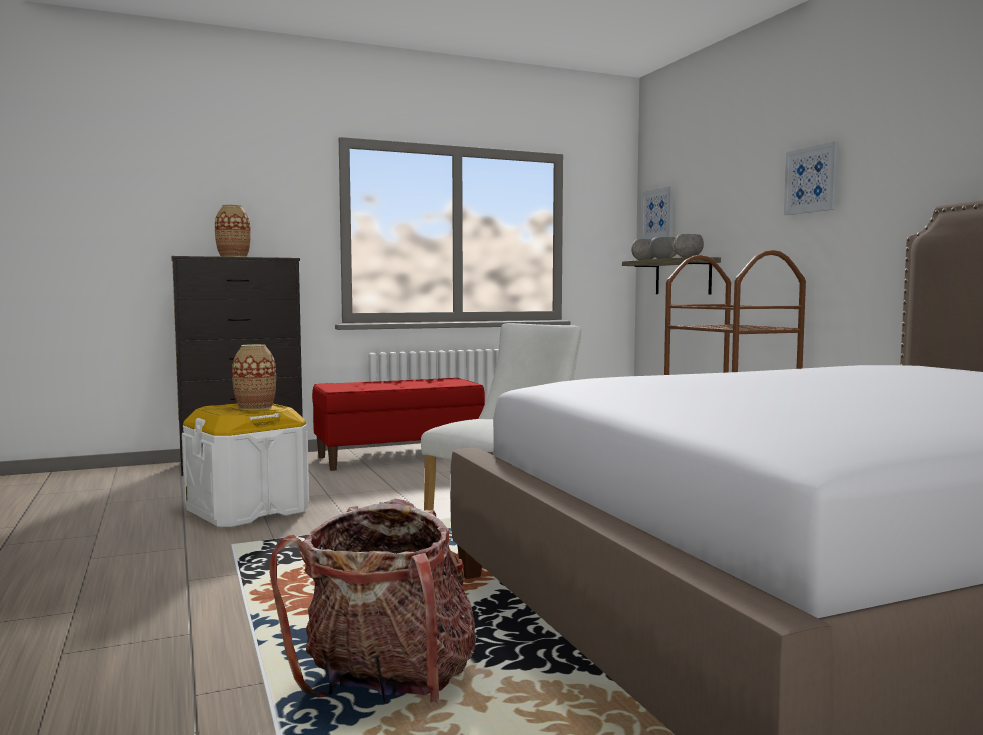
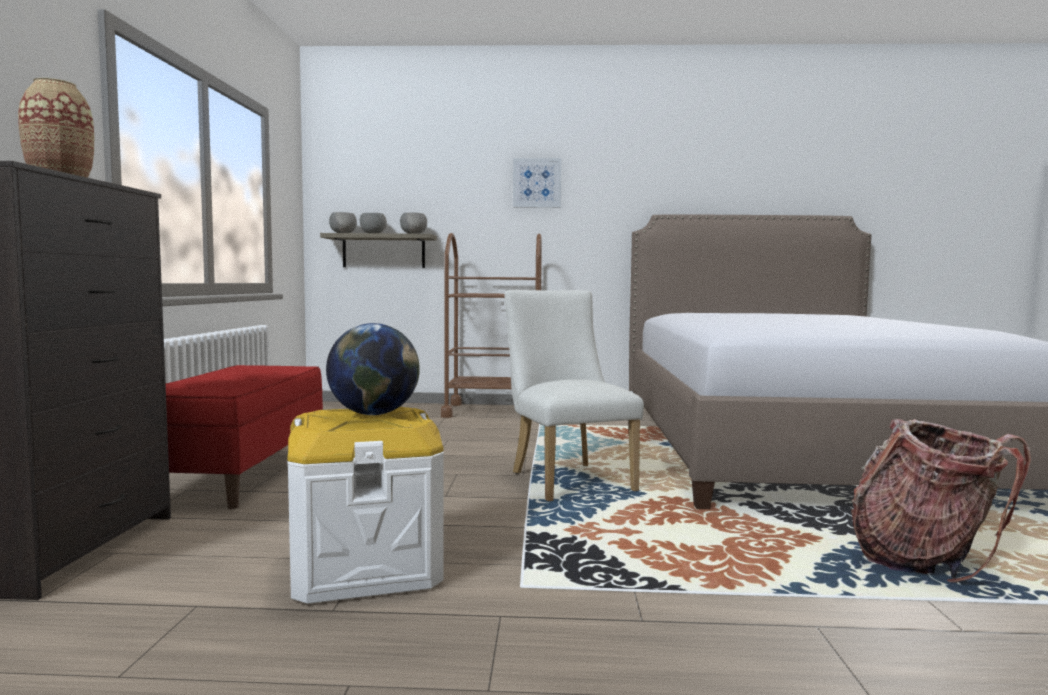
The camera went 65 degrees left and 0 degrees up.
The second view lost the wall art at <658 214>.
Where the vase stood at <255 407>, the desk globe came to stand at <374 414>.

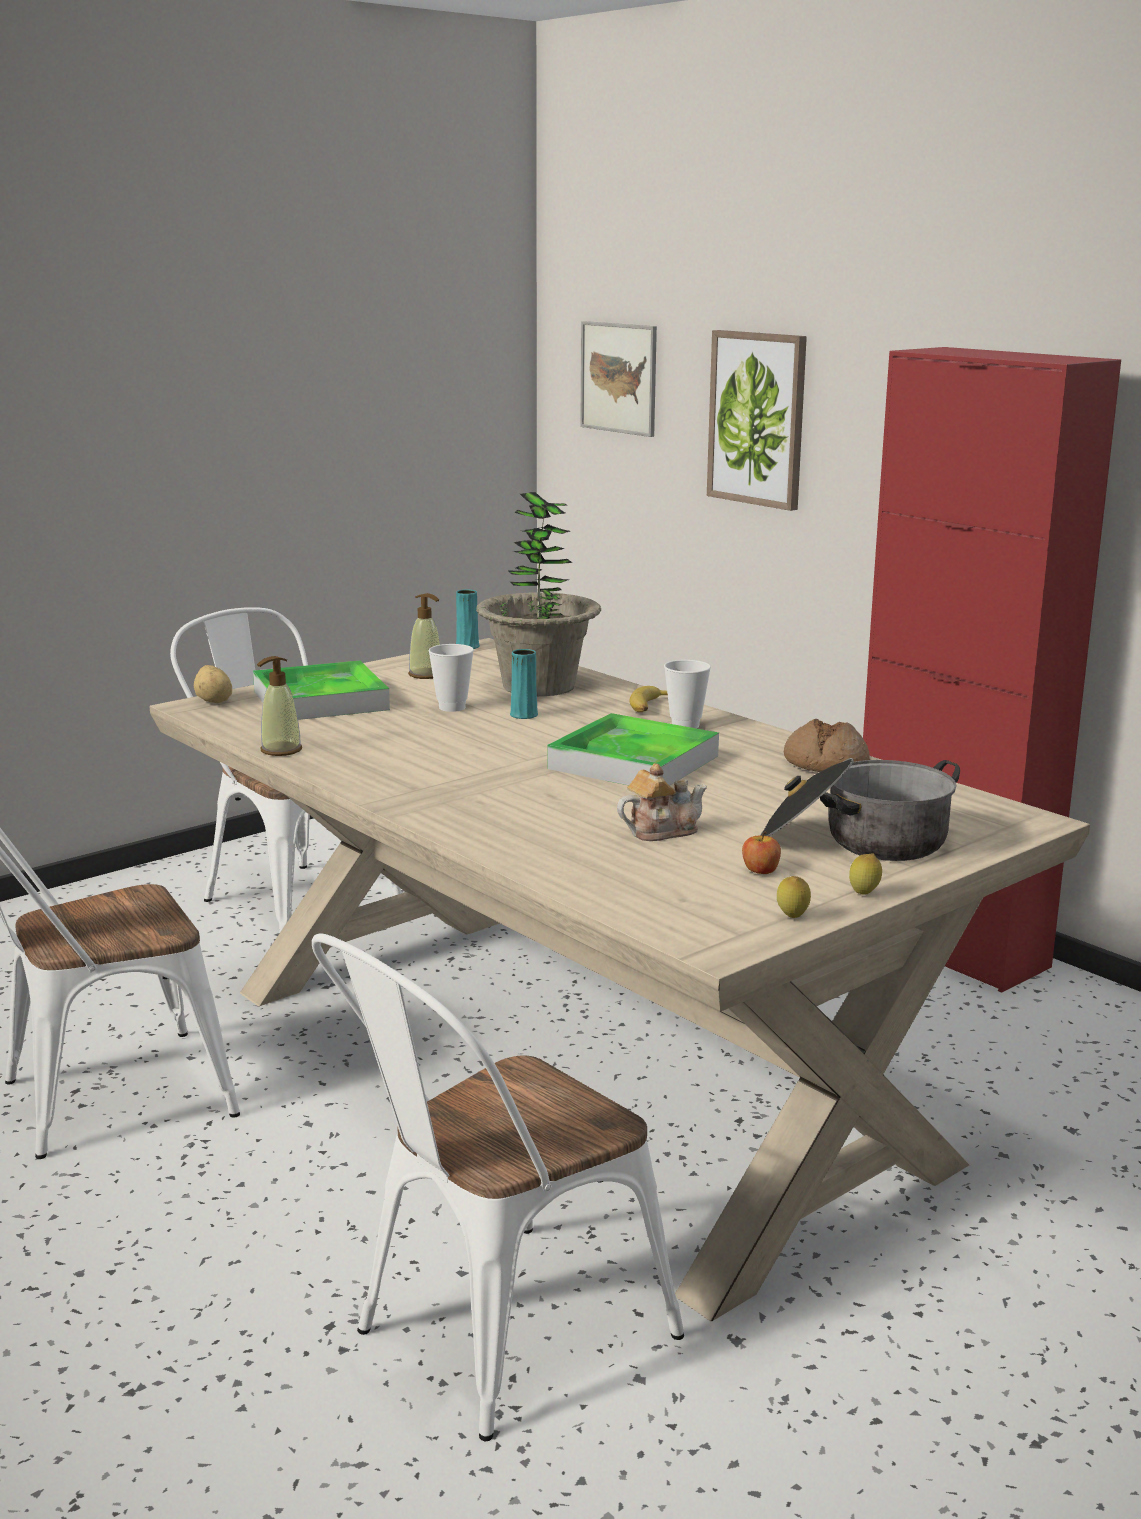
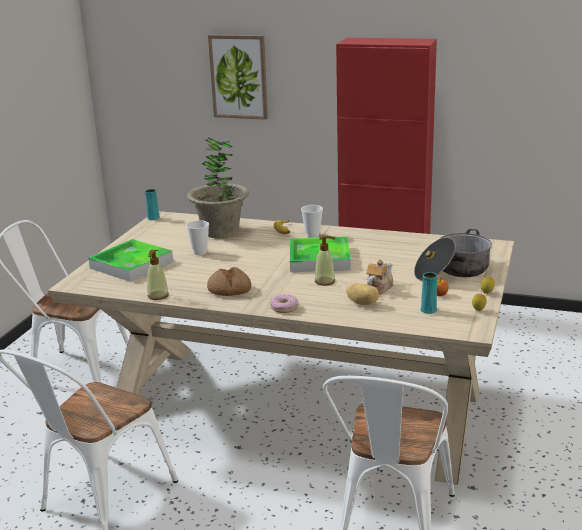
The camera went 30 degrees left and 5 degrees up.
The second view lost the wall art at <619 378>.
The soap dispenser ended up elsewhere, having gone from <426 675> to <325 281>.
The vase (turquoise-coloured) ended up elsewhere, having gone from <524 715> to <428 310>.
The spud ended up elsewhere, having gone from <214 701> to <363 303>.
The bakery bread ended up elsewhere, having gone from <825 764> to <229 290>.
The second view gained the ring doughnut at <284 308>.

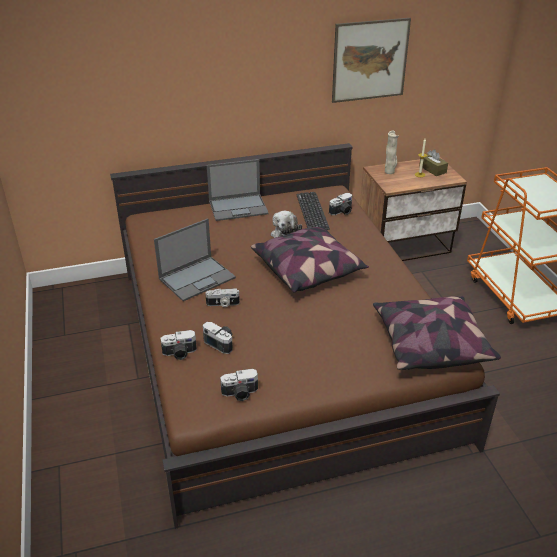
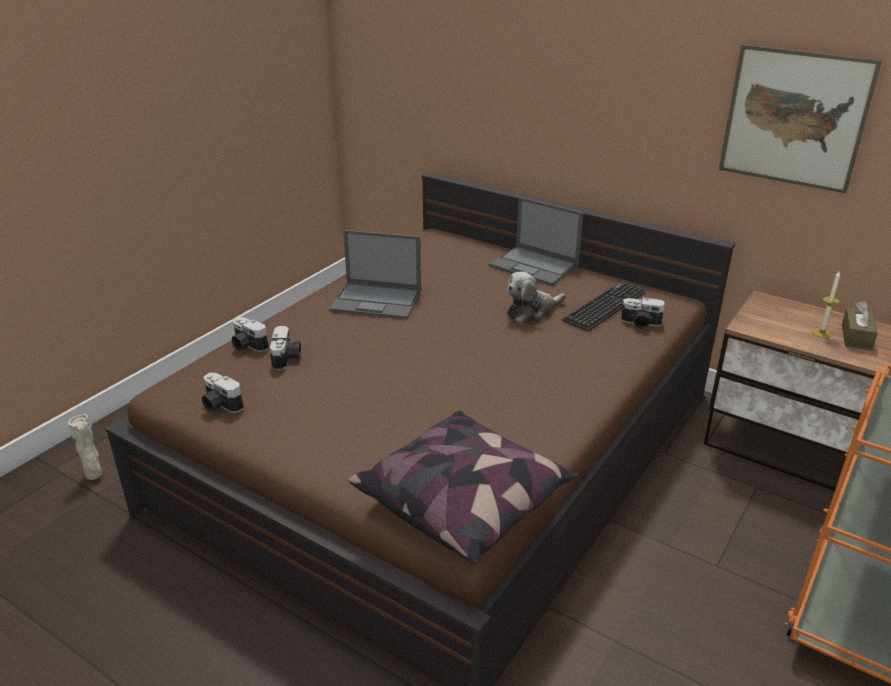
The camera went 50 degrees right and 5 degrees down.
The vase (beige) ended up elsewhere, having gone from <390 172> to <94 475>.
The second view lost the throw pillow at <308 270>.
The second view lost the still camera at <222 304>.

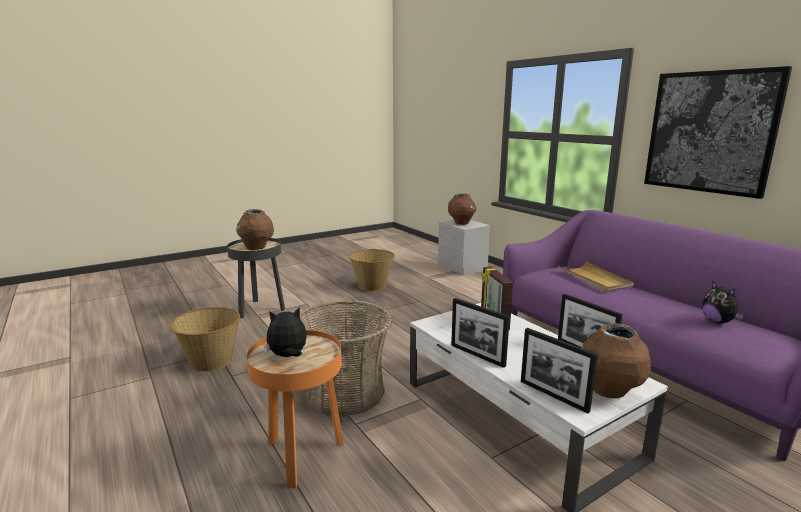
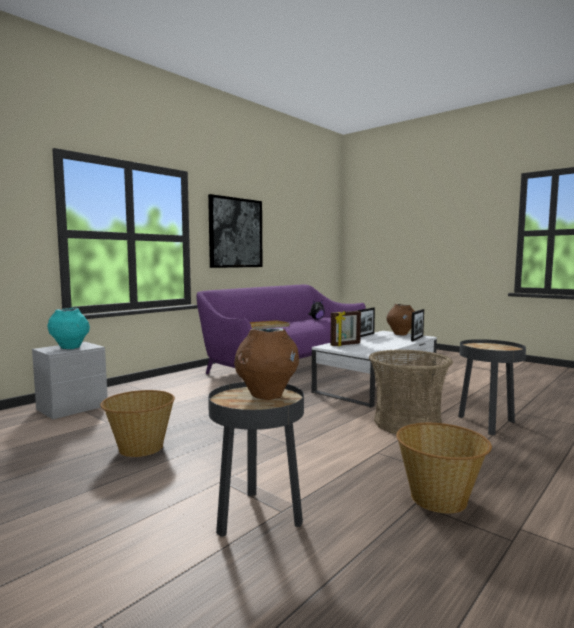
The camera went 105 degrees left and 10 degrees down.
What was the vase (brownish) at <461 223> turned into the vase (turquoise-coloured) at <70 348>.
The second view lost the picture frame at <477 355>.
The second view lost the plush toy at <288 356>.
What was the end table (orange) at <301 456> turned into the end table (black) at <488 424>.

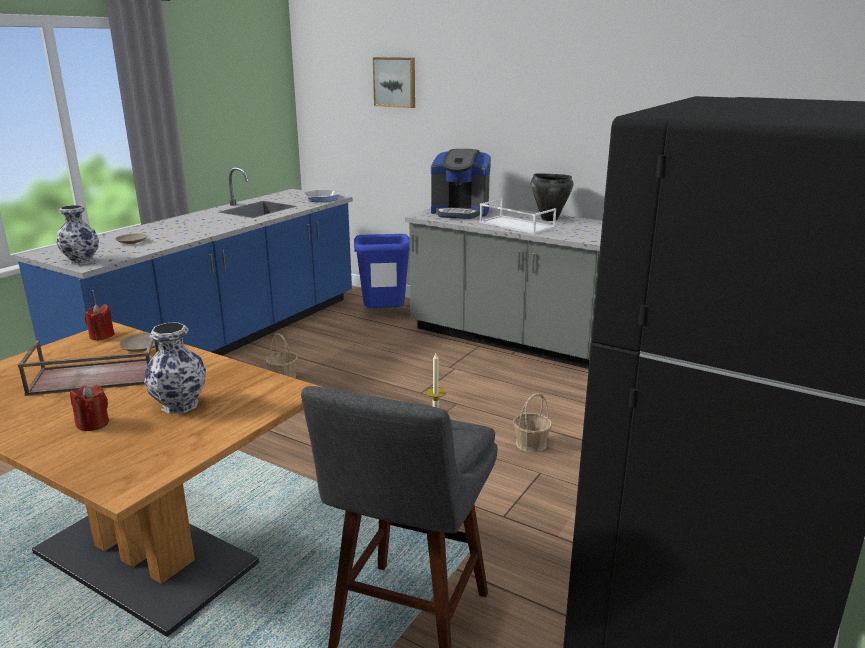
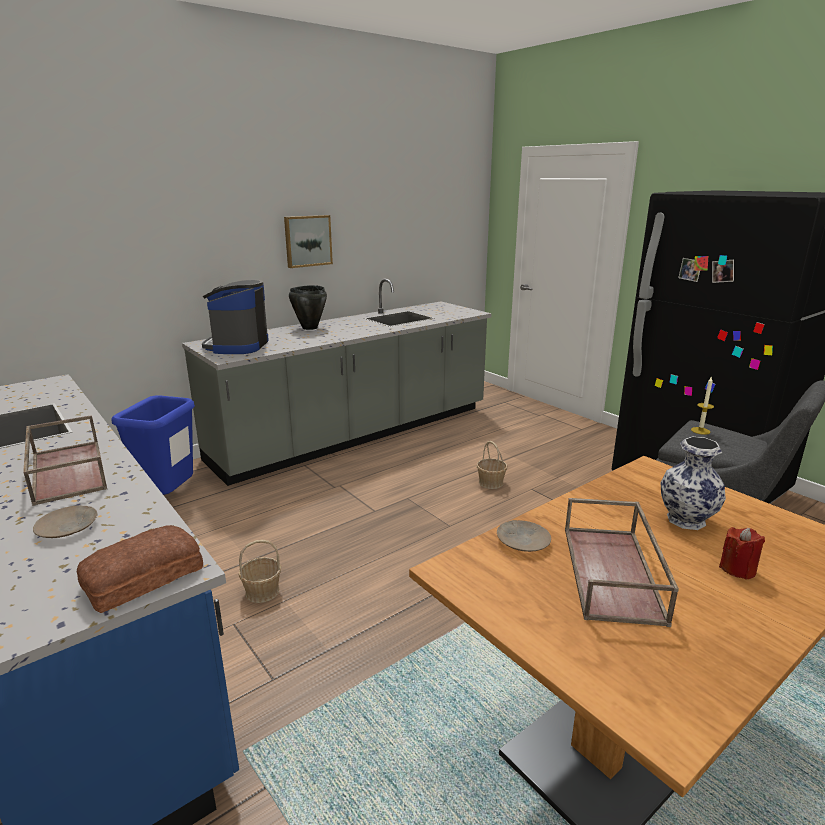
The camera went 70 degrees left and 0 degrees up.
The wall art ended up elsewhere, having gone from <395 82> to <307 241>.
The coffee brewer at <460 212> ended up facing another way, 150 degrees clockwise from before.
The second view lost the skillet at <321 199>.
The second view lost the tray (white-coloured) at <515 225>.
Where the vase stood at <81 261>, the bakery bread came to stand at <141 577>.
The second view lost the wax candle (red-coloured) at <102 336>.
The second view gained the tray (brownish) at <66 471>.

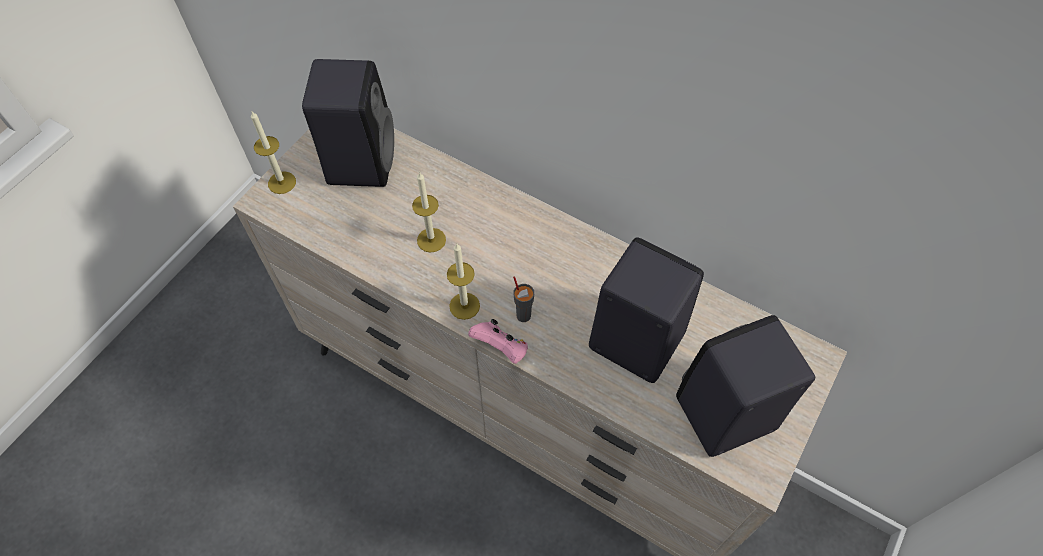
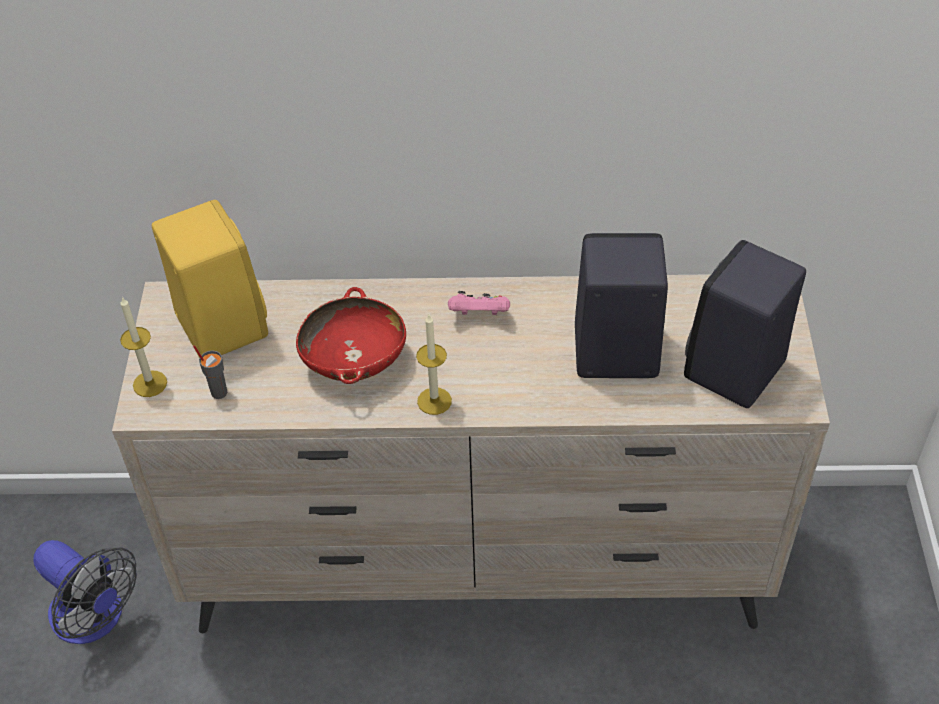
The camera went 30 degrees left and 10 degrees down.
What was the audio speaker (black) at <361 159> turned into the audio speaker (yellow-coloured) at <219 324>.
Where the wax candle stood at <431 240>, the serving bowl (red-coloured) came to stand at <354 361>.
The cup (grey) ended up elsewhere, having gone from <523 315> to <218 392>.
The joypad (pinkish) ended up elsewhere, having gone from <501 348> to <479 315>.
The second view gained the fan at <95 619>.

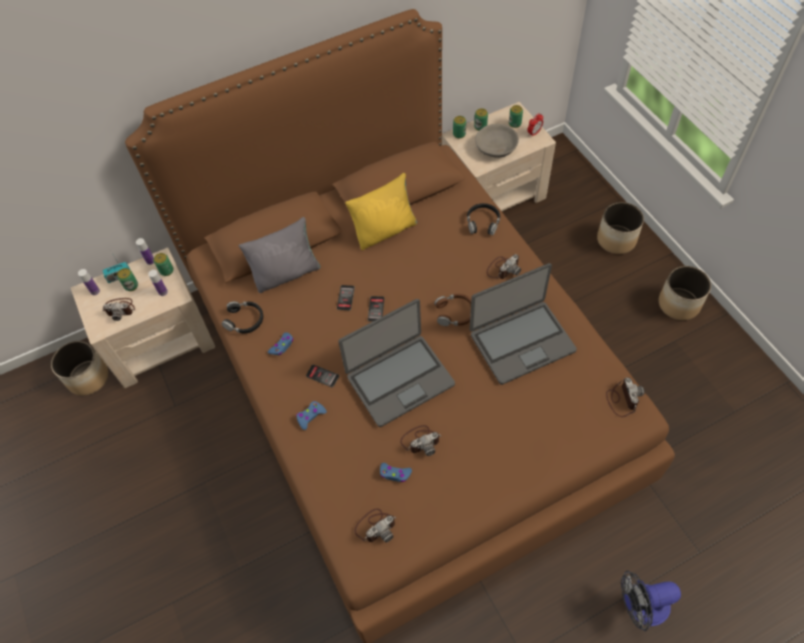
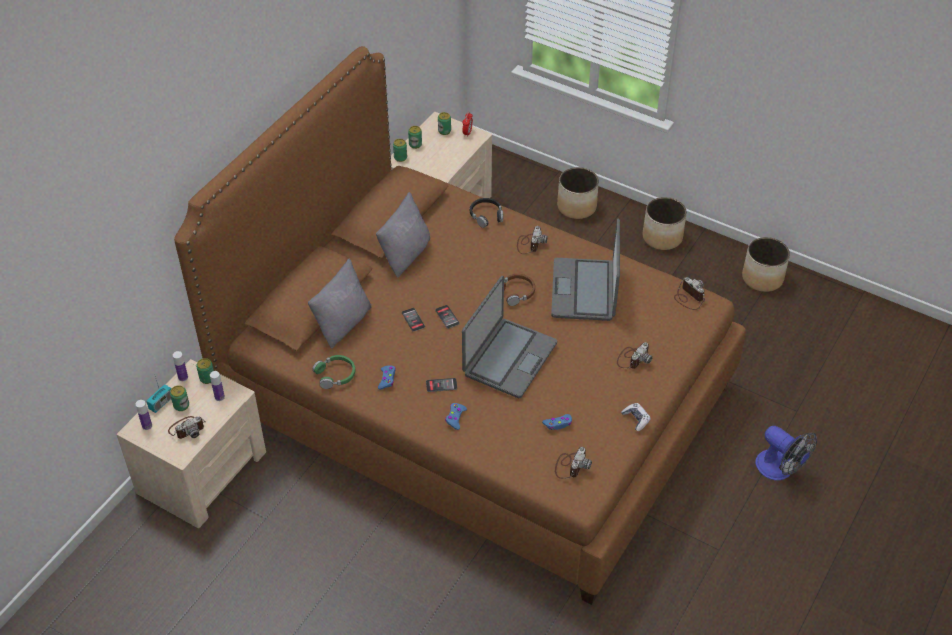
The camera went 35 degrees left and 10 degrees down.
The second view lost the serving bowl (grey) at <496 148>.
What was the throw pillow (yellow-coloured) at <385 230> turned into the throw pillow (grey) at <406 255>.
The portable computer at <521 341> ended up facing another way, 150 degrees clockwise from before.
What was the headset (black) at <244 320> turned into the headset (green-coloured) at <335 375>.
The plant pot ended up elsewhere, having gone from <88 378> to <763 278>.
The still camera ended up elsewhere, having gone from <421 440> to <633 358>.
The fan at <641 607> ended up facing another way, 90 degrees counterclockwise from before.
The second view gained the joypad at <636 419>.

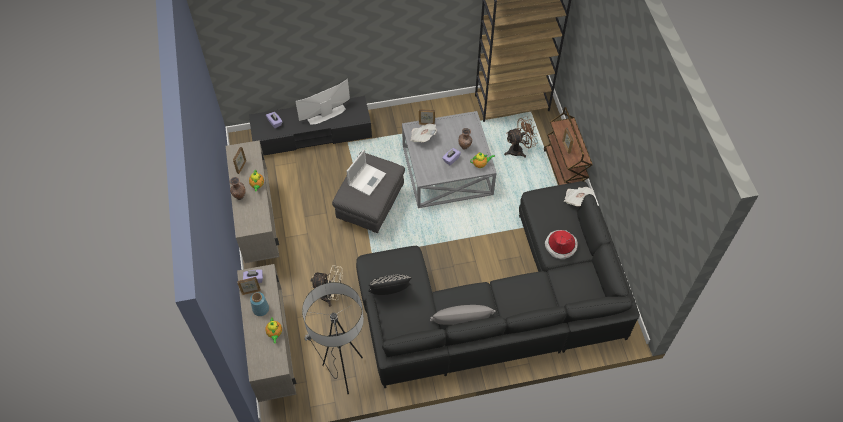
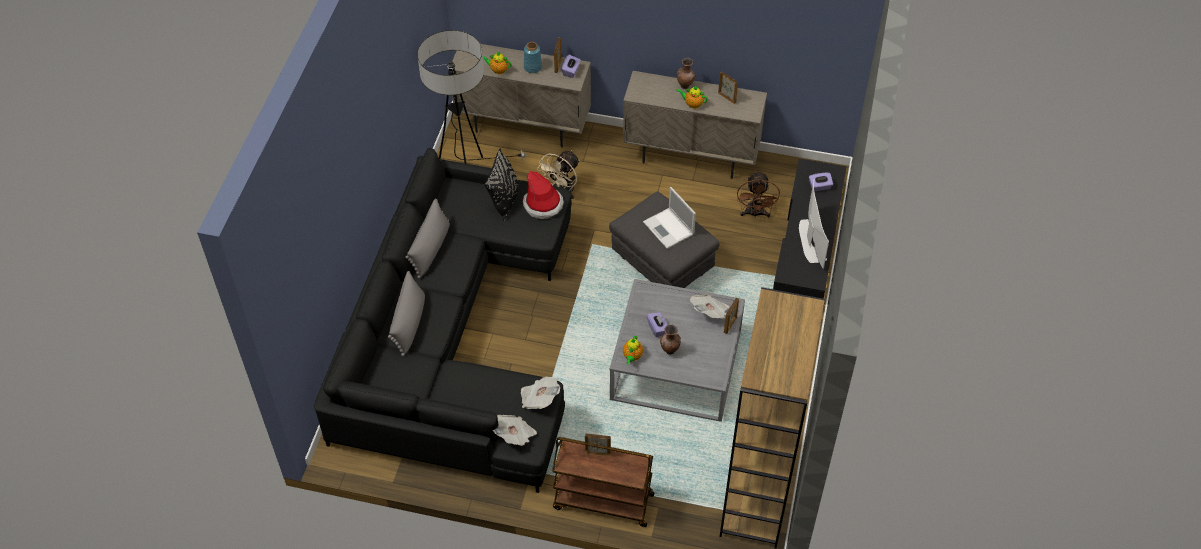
The camera went 115 degrees right and 5 degrees down.
The fan (brownish) ended up elsewhere, having gone from <519 150> to <755 214>.
The wearable hat ended up elsewhere, having gone from <560 246> to <543 204>.
The second view gained the throw pillow (grey) at <409 323>.
The second view gained the daily paper at <539 398>.

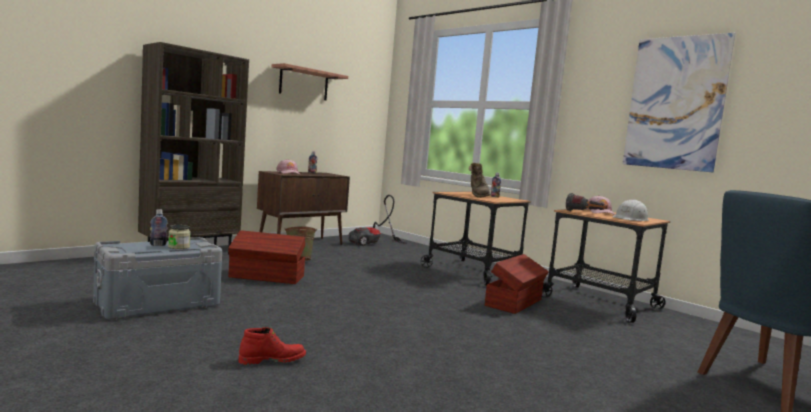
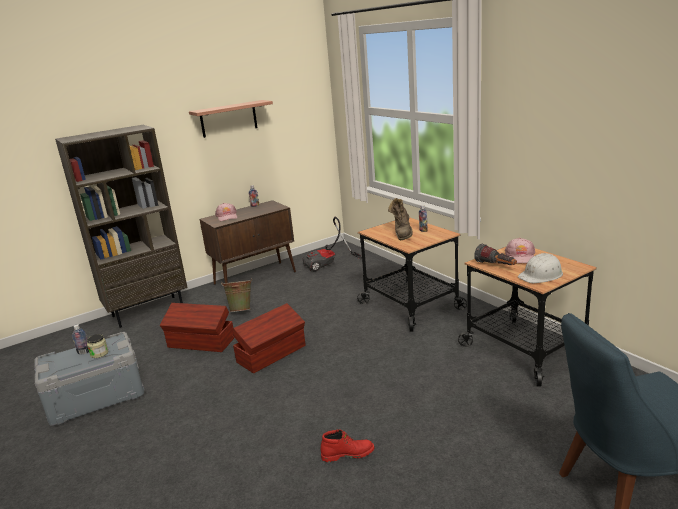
The camera went 15 degrees right and 15 degrees up.
The second view lost the wall art at <675 103>.
The storage box (brownish) ended up elsewhere, having gone from <515 302> to <272 354>.
The boot (red-coloured) ended up elsewhere, having gone from <272 360> to <348 453>.

